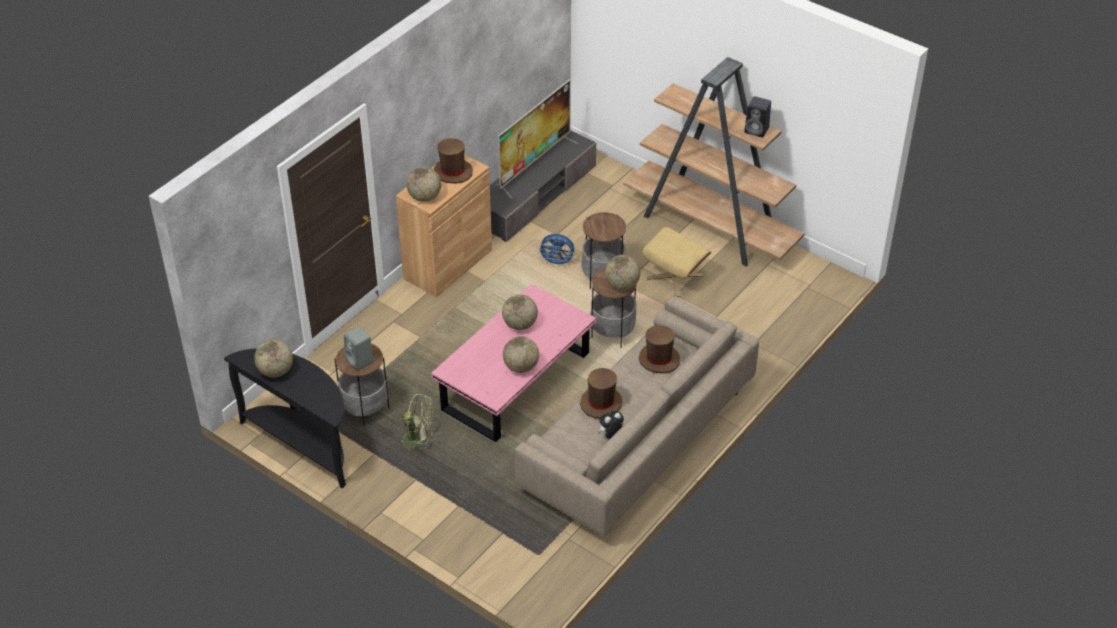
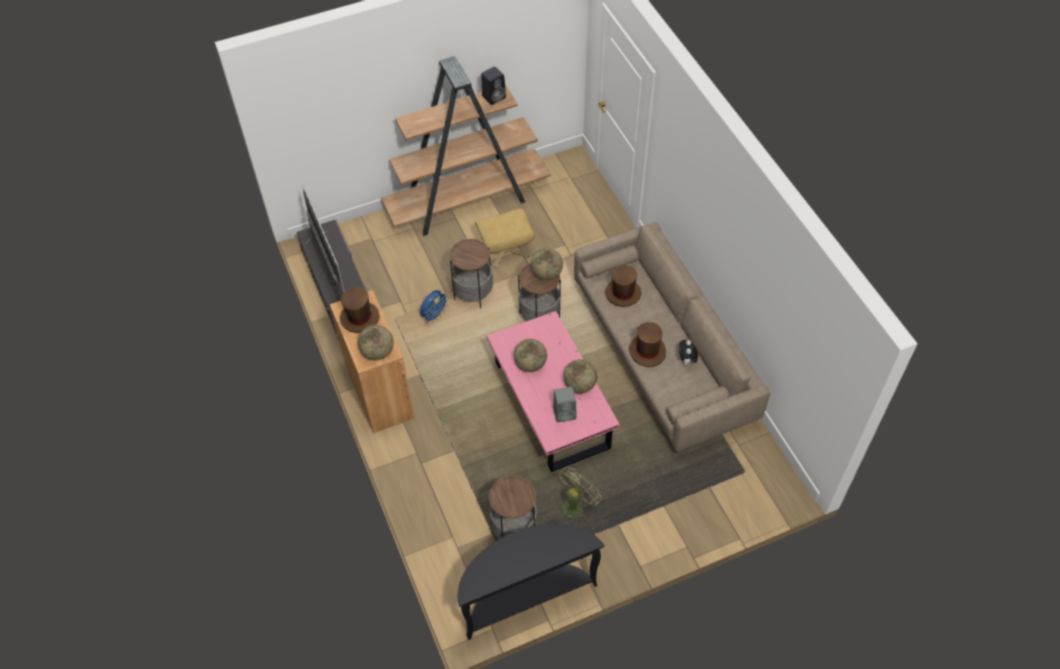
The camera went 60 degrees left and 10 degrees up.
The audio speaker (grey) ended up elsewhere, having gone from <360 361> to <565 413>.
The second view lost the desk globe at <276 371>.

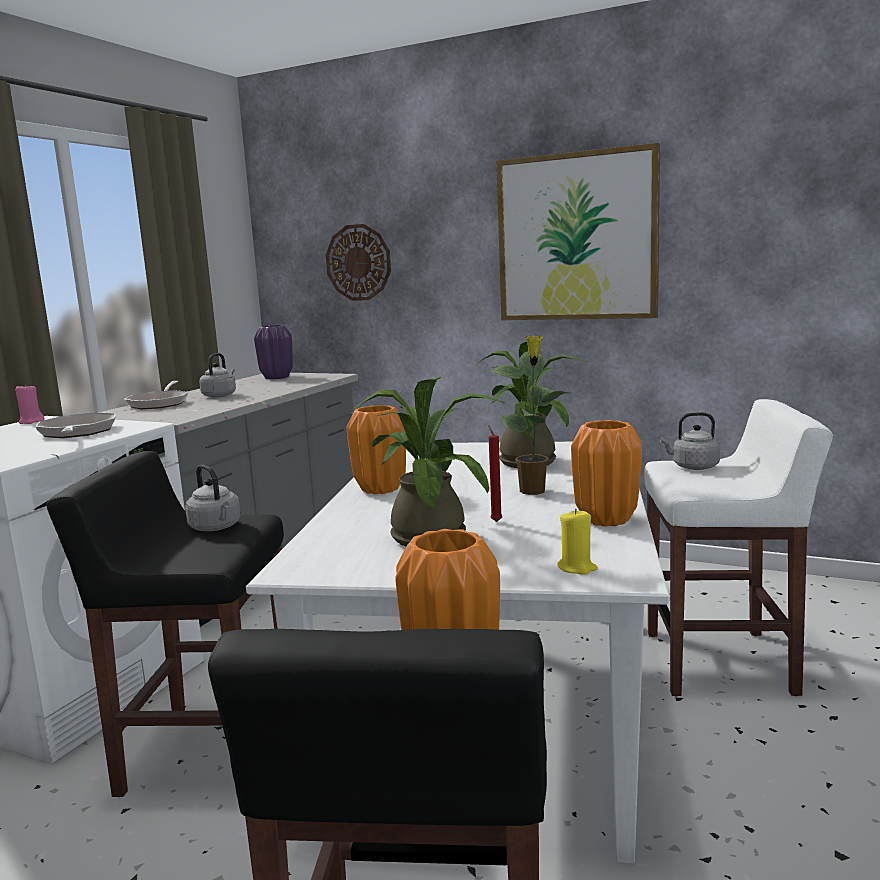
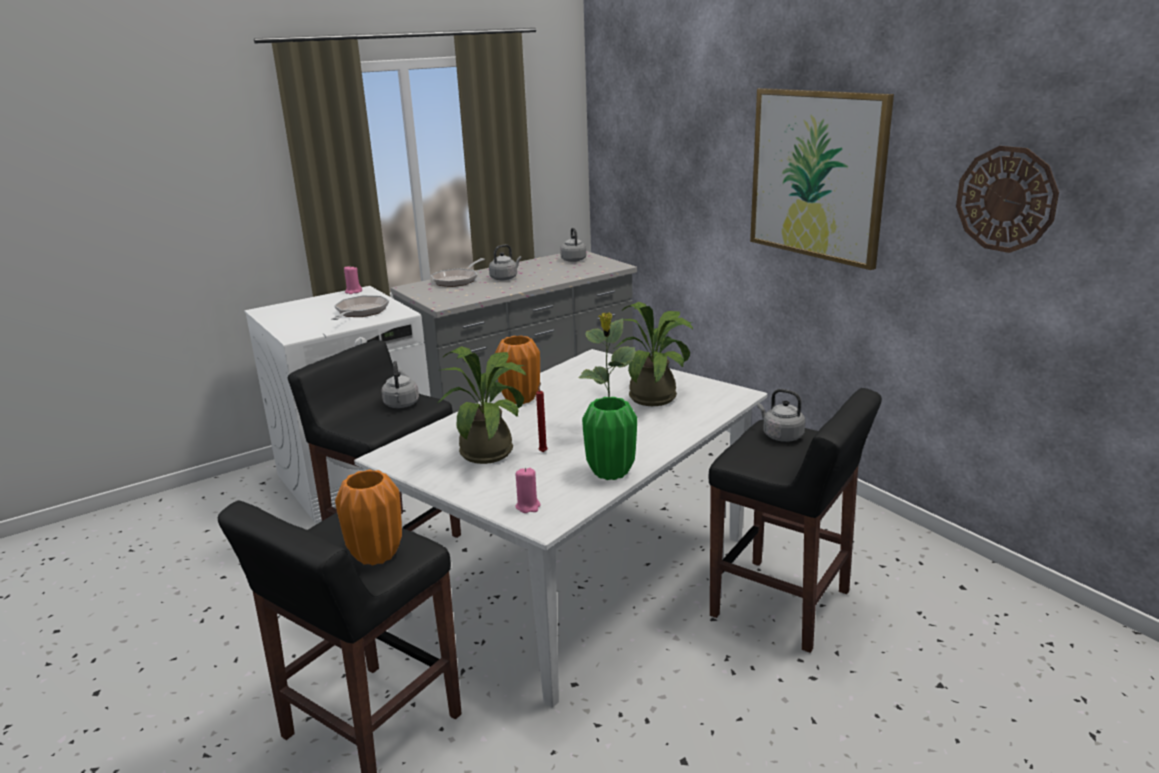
The camera went 30 degrees right and 10 degrees up.
The wall clock ended up elsewhere, having gone from <358 262> to <1006 199>.
Where the vase (purple) stood at <276 377>, the water kettle (grey) came to stand at <573 259>.
What was the sitting stool (white-coloured) at <721 663> turned into the sitting stool (black) at <782 605>.
What was the vase (orange) at <605 519> turned into the vase (green-coloured) at <610 472>.
What was the wax candle (yellow-coloured) at <577 568> turned into the wax candle (pinkish) at <528 506>.

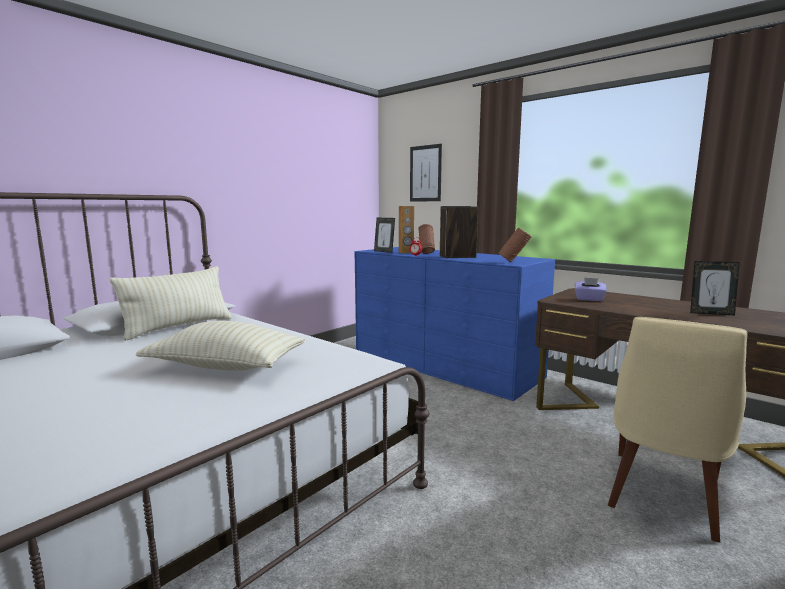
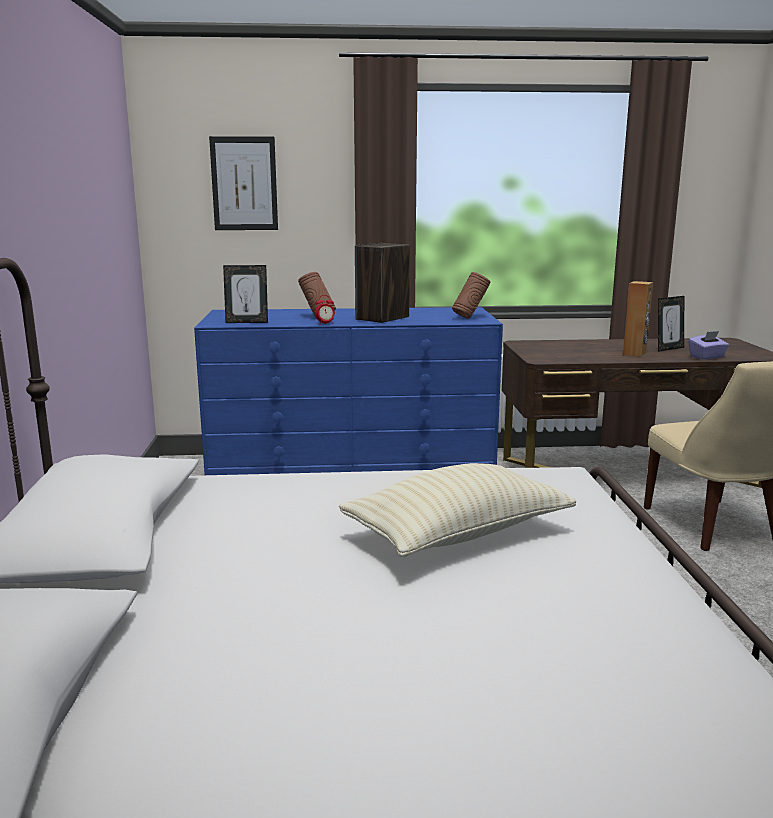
The camera went 45 degrees left and 5 degrees up.
The audio speaker (brownish) ended up elsewhere, having gone from <406 252> to <635 354>.
The second view lost the throw pillow (beige) at <179 327>.
The tissue holder (purple) ended up elsewhere, having gone from <589 299> to <707 357>.

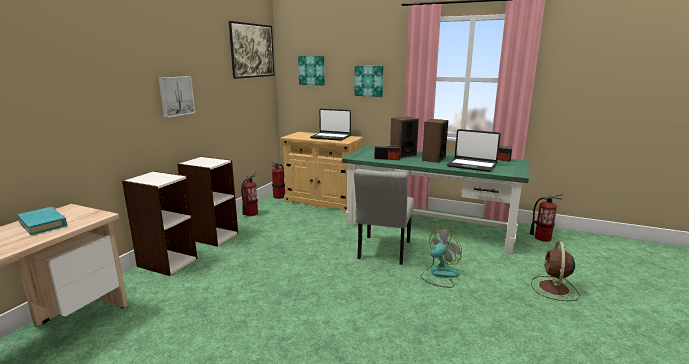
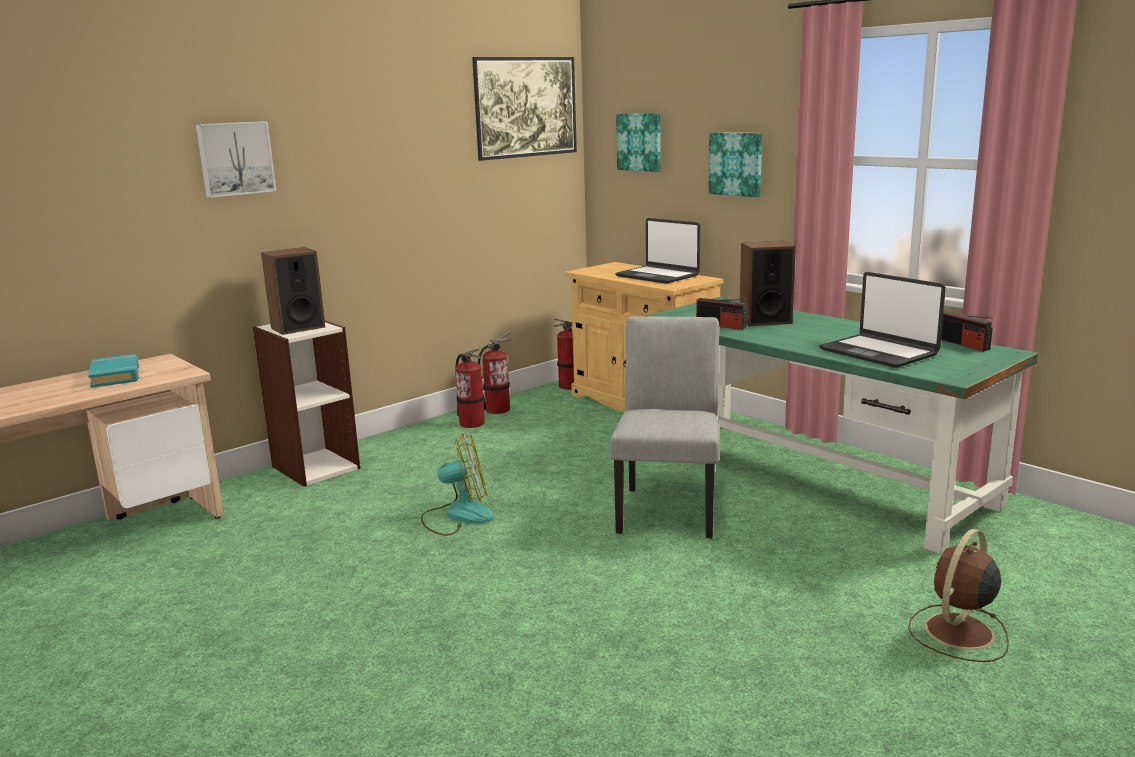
The camera went 25 degrees right and 0 degrees up.
The wall art ended up elsewhere, having gone from <176 96> to <235 158>.
The audio speaker ended up elsewhere, having gone from <433 159> to <297 327>.
The second view lost the shelving unit at <212 236>.
The upright chair (grey) at <383 252> ended up facing another way, 150 degrees clockwise from before.
The fire-fighting cylinder ended up elsewhere, having gone from <542 238> to <472 423>.
The fan ended up elsewhere, having gone from <439 275> to <457 516>.

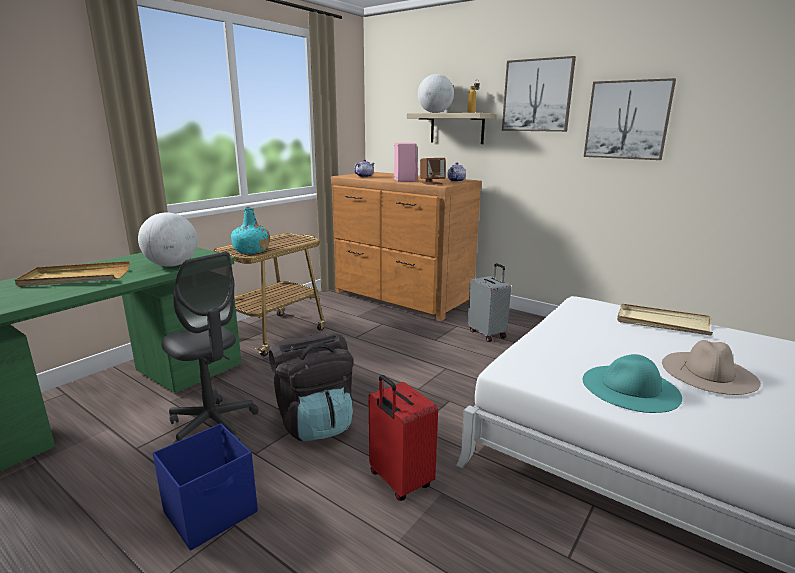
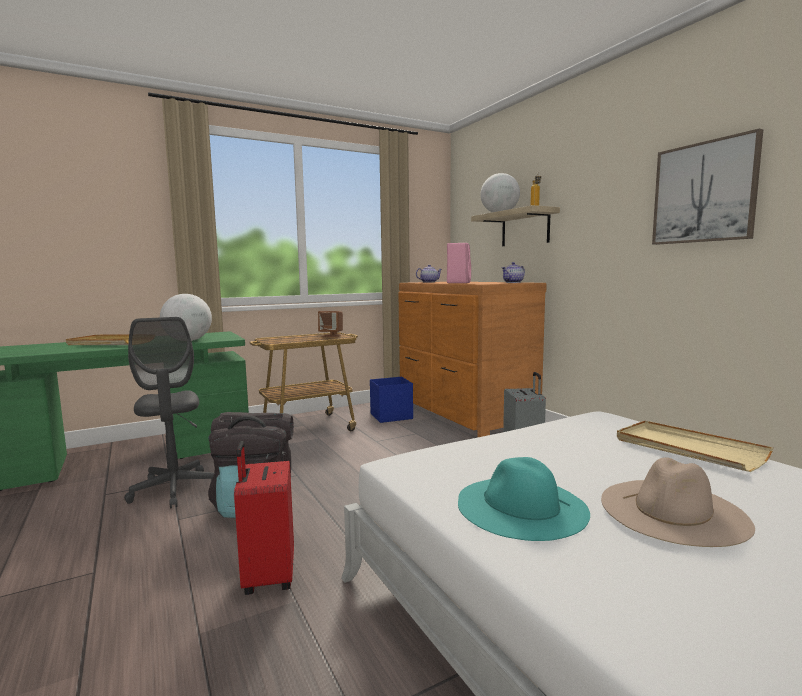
The camera went 25 degrees right and 10 degrees down.
The second view lost the wall art at <537 95>.
The audio speaker (brownish) ended up elsewhere, having gone from <432 183> to <331 336>.
The second view lost the bottle (turquoise-coloured) at <251 251>.
The storage box (bluish) ended up elsewhere, having gone from <212 512> to <392 416>.

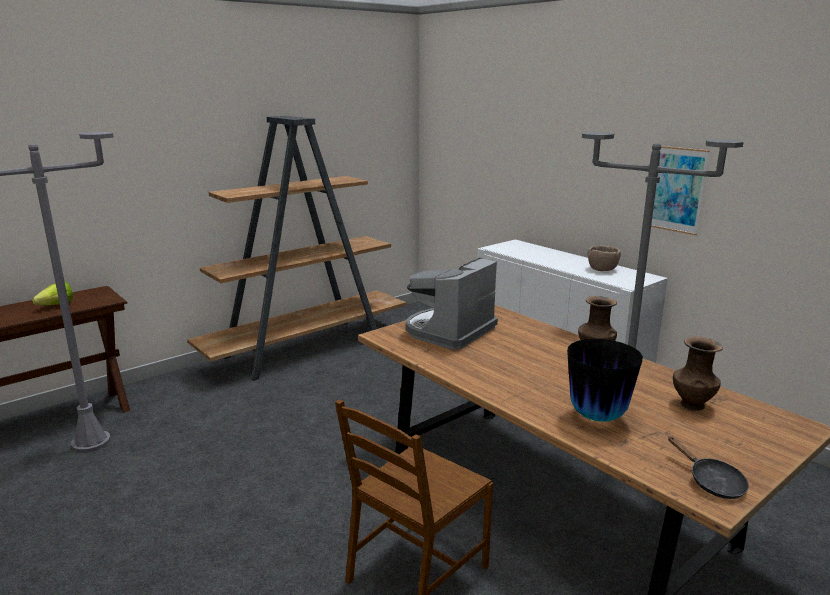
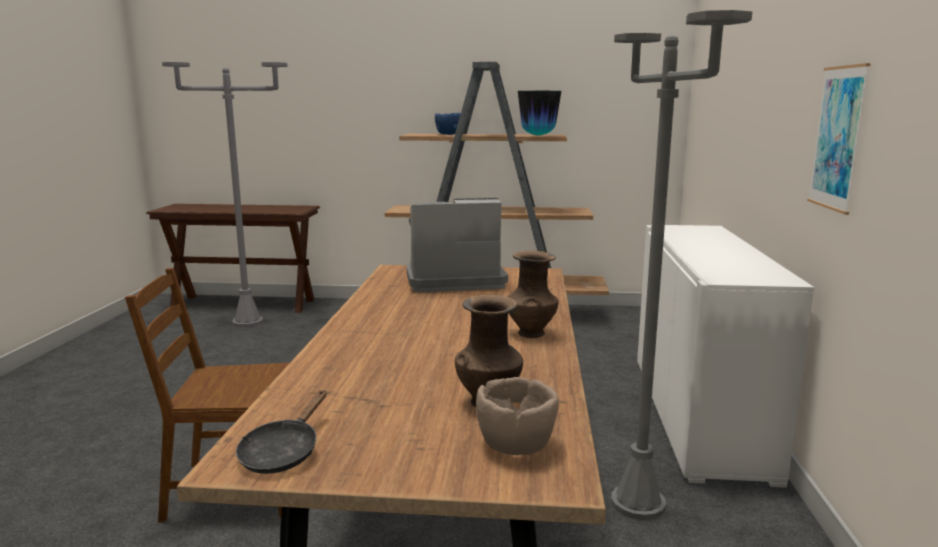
The camera went 45 degrees right and 5 degrees down.
The serving bowl (brownish) ended up elsewhere, having gone from <602 269> to <516 446>.
The second view lost the lettuce at <53 306>.
The vase ended up elsewhere, having gone from <597 417> to <538 135>.
The second view gained the serving bowl (bluish) at <448 134>.

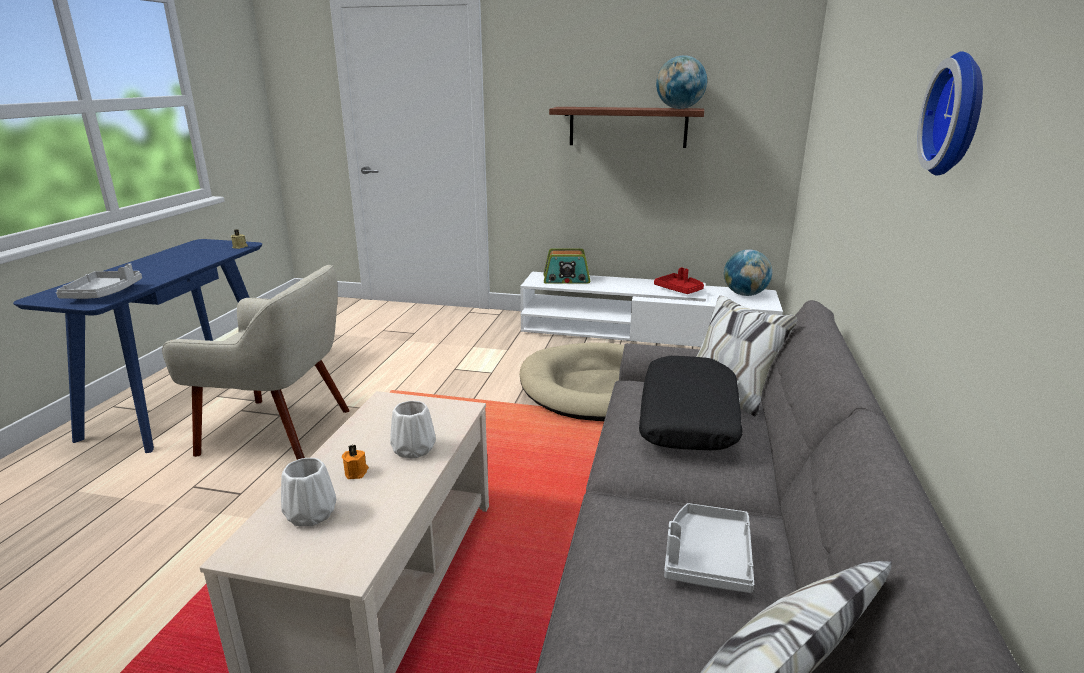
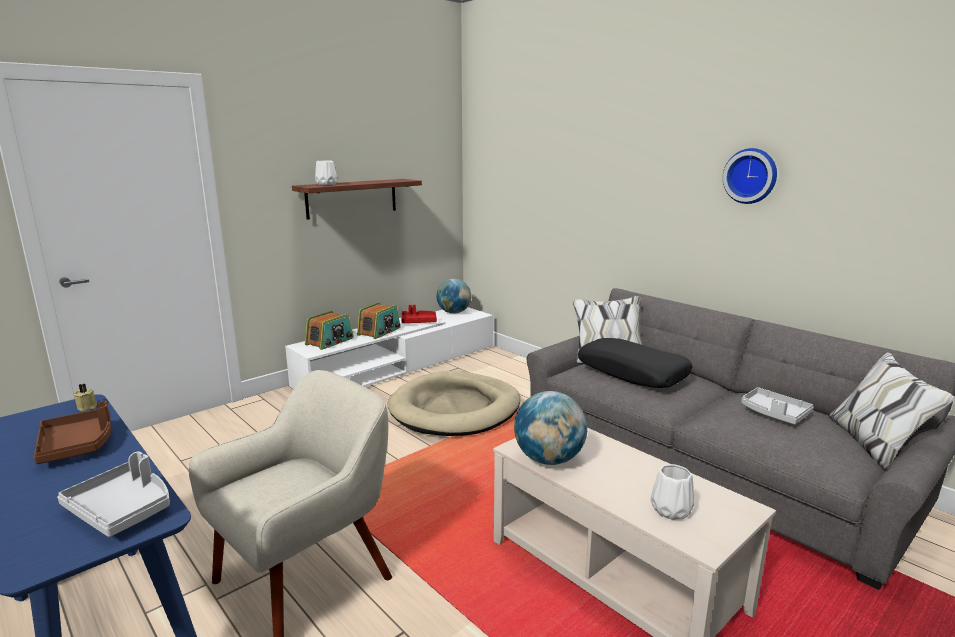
The camera went 55 degrees left and 5 degrees down.
The desk globe ended up elsewhere, having gone from <679 108> to <549 459>.
The vase (white-coloured) ended up elsewhere, having gone from <413 450> to <326 184>.
The second view lost the wax candle (orange) at <357 472>.
The second view gained the radio set at <379 331>.
The second view gained the tray (brownish) at <77 445>.

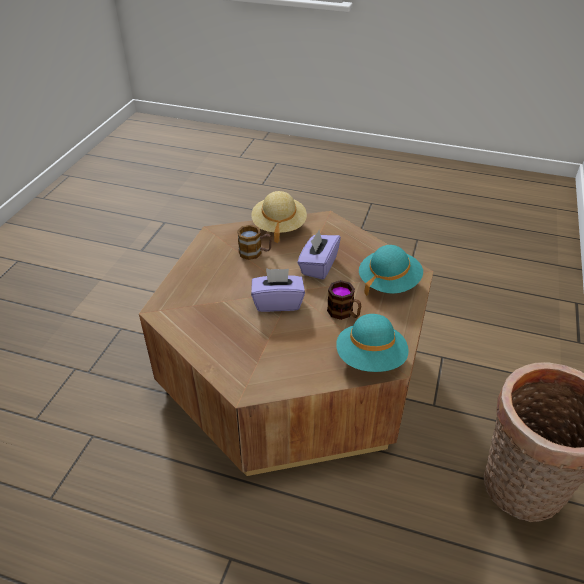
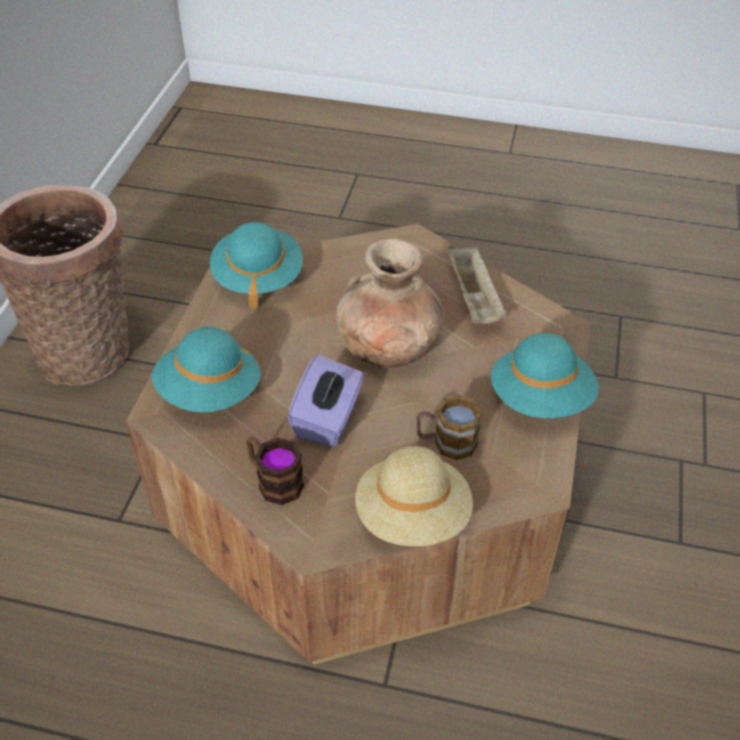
The camera went 175 degrees right and 5 degrees up.
Where the tissue holder (purple) stood at <278 302>, the vase (brownish) came to stand at <389 348>.
The tea mug ended up elsewhere, having gone from <344 313> to <274 481>.
The second view gained the tray (beige) at <474 299>.
The second view gained the wearable hat (turquoise-coloured) at <540 398>.

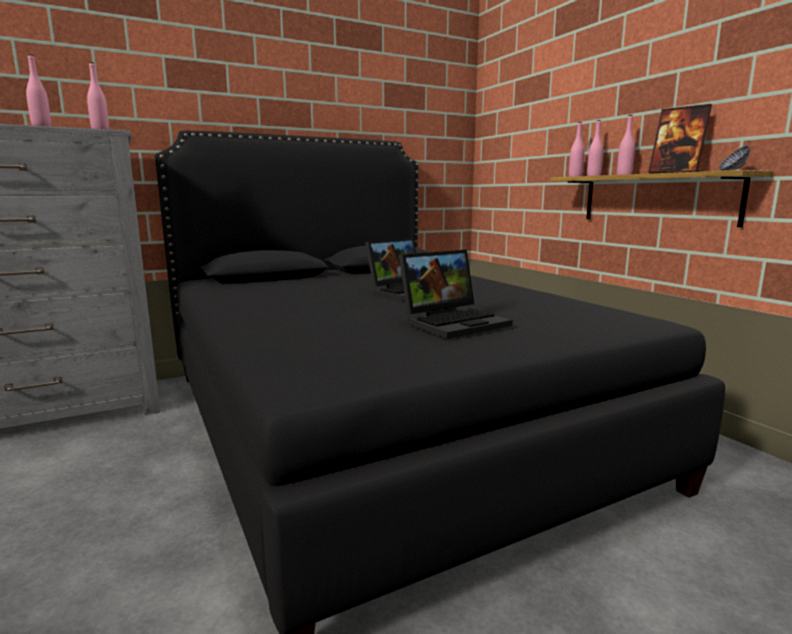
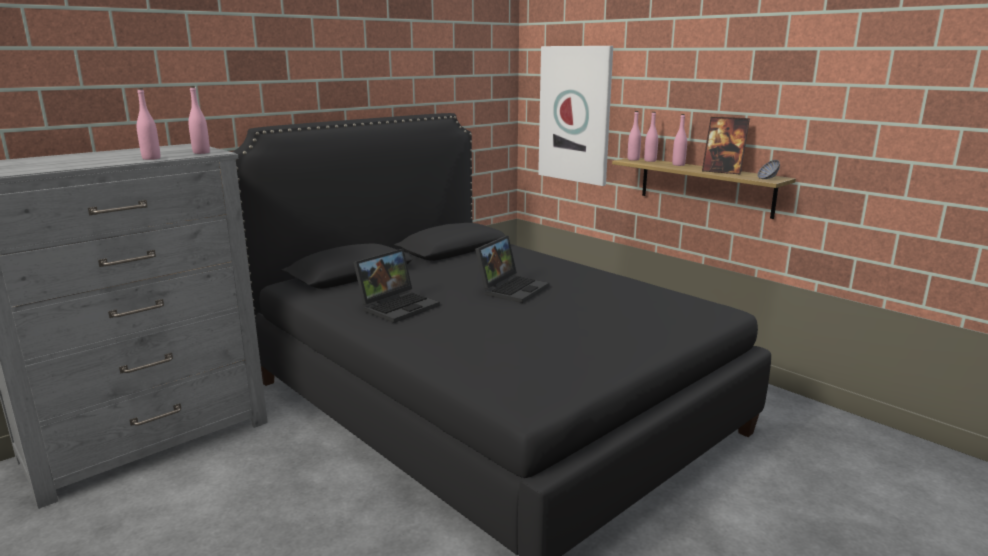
The camera went 15 degrees left and 5 degrees up.
The portable computer ended up elsewhere, having gone from <454 322> to <398 306>.
The second view gained the wall art at <575 114>.

